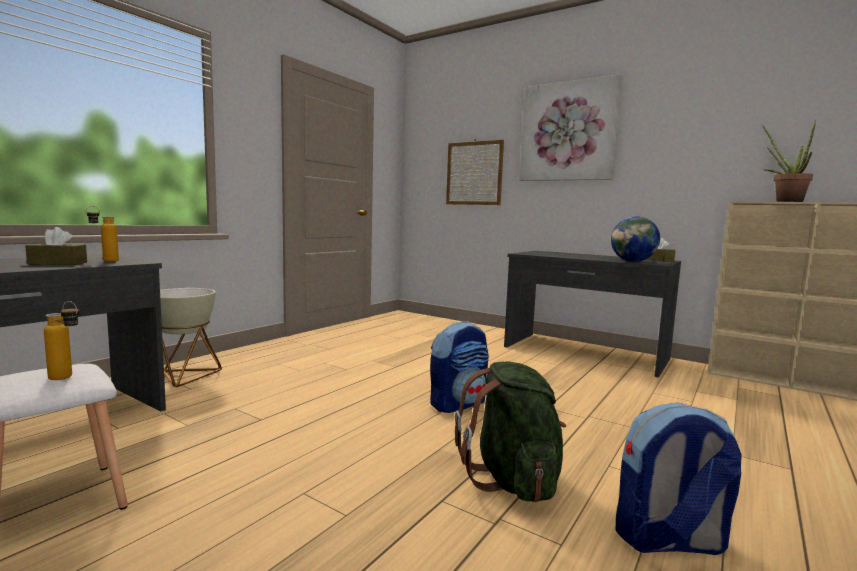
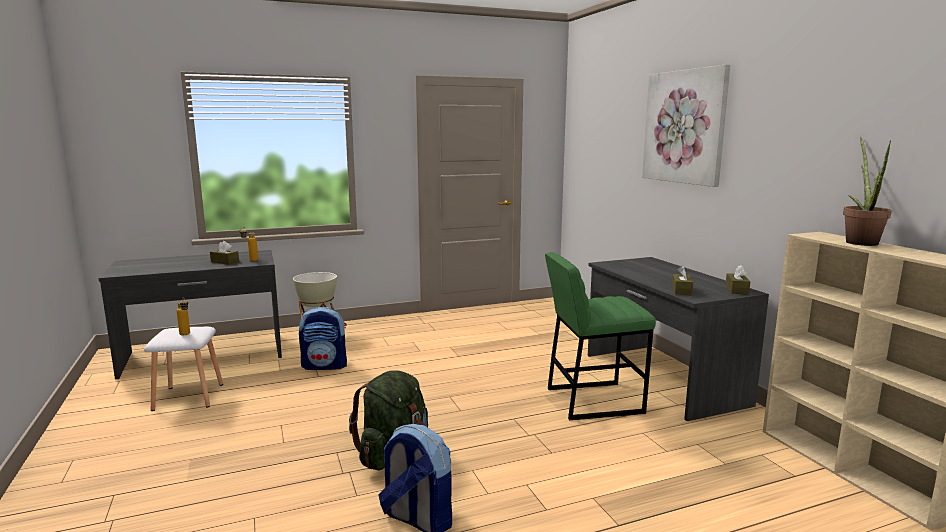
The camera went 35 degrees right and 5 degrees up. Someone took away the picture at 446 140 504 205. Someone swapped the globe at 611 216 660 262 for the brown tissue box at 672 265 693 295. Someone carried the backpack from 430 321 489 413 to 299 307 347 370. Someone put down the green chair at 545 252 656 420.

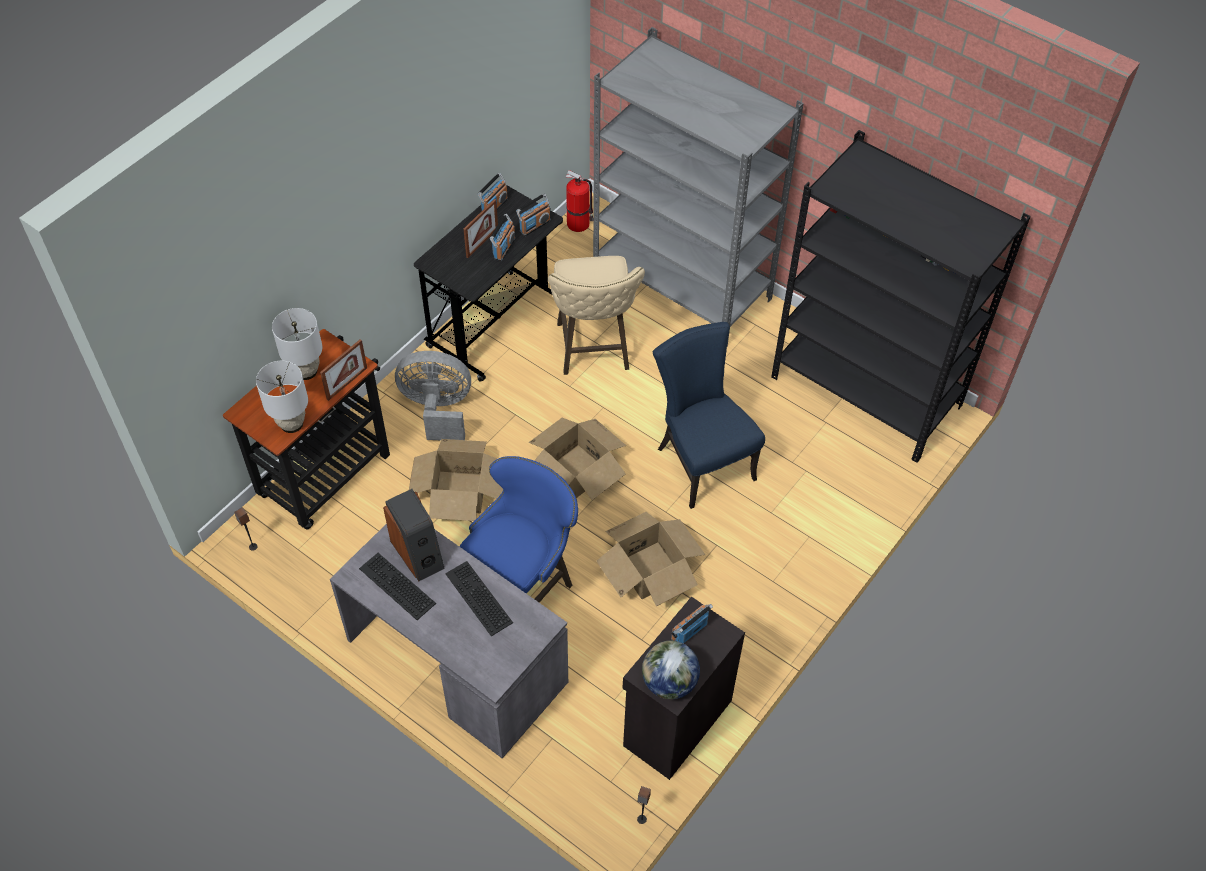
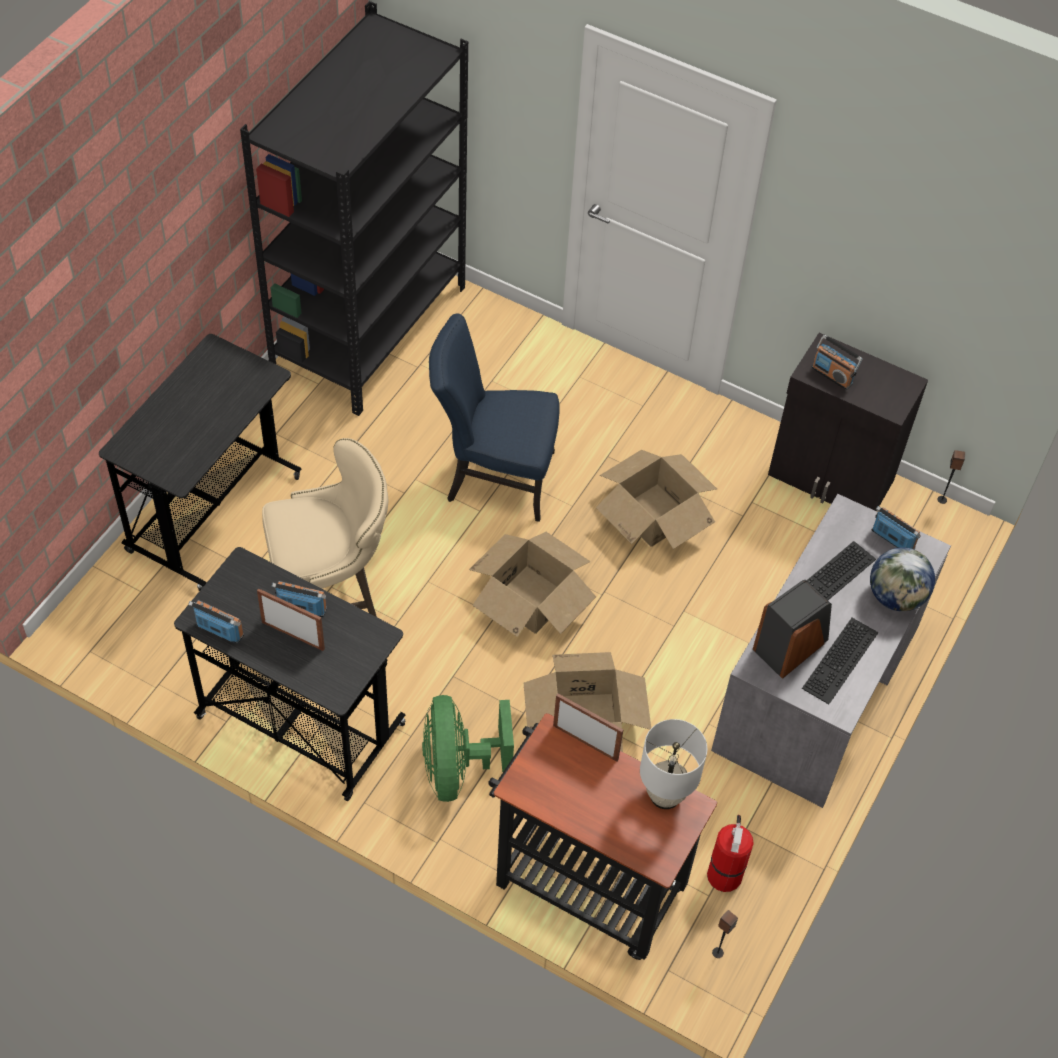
The camera went 100 degrees left and 0 degrees up. Someone swapped the grey bookcase at 593 27 804 347 for the black desk at 99 334 301 591. Someone carried the fire extinguisher from 565 170 593 232 to 707 815 754 892. Someone carried the radio from 516 194 551 236 to 872 506 921 549. Someone took away the white table lamp at 272 308 323 380. Someone rotated the blue chair at 653 322 765 509 by 45 degrees clockwise. Someone repainted the grey fan at 395 351 471 440, which became the green fan at 422 695 514 802. Someone took away the blue stool at 460 456 578 603. Someone carried the globe from 642 641 700 699 to 870 547 935 611.

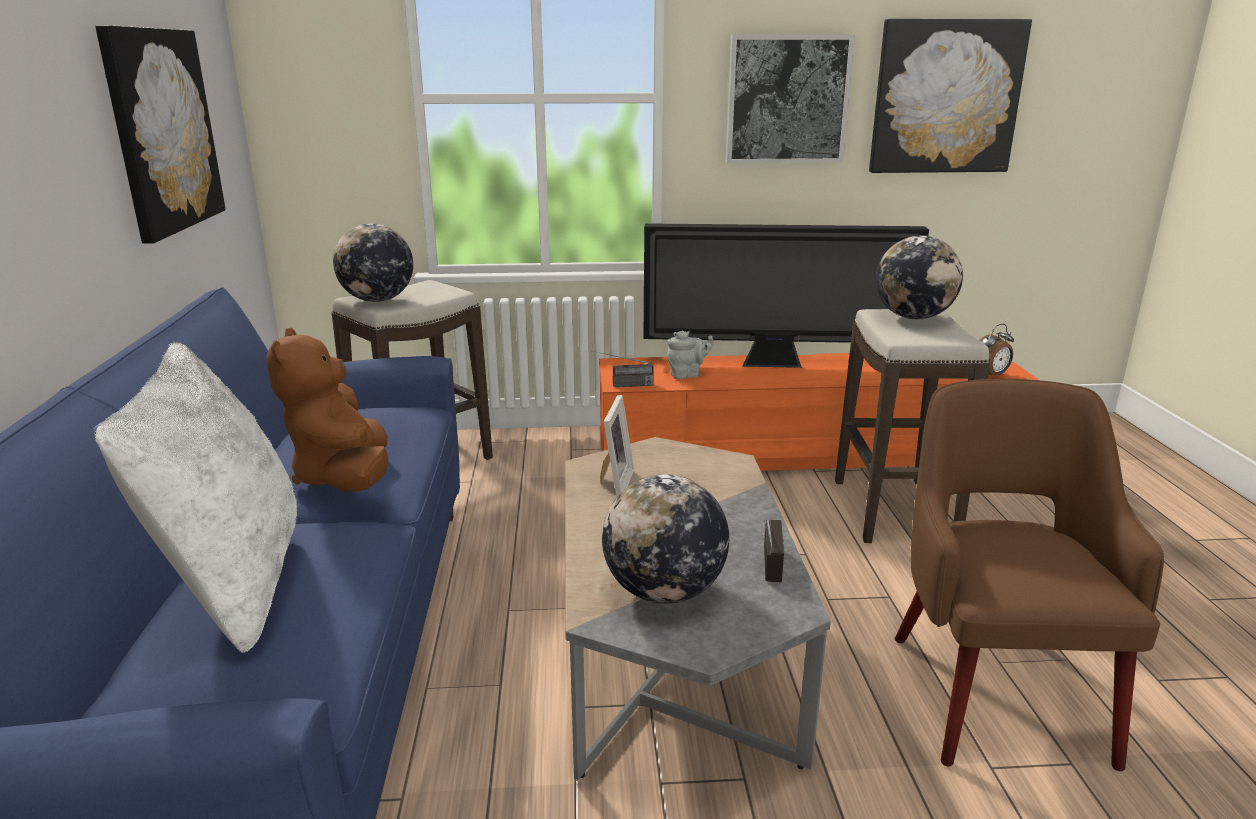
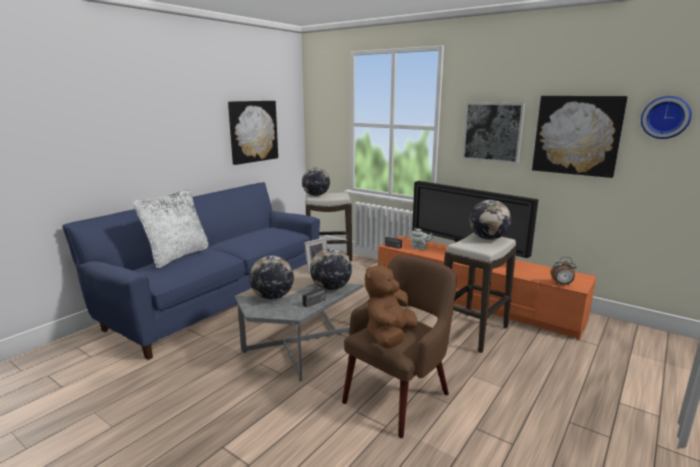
The camera went 40 degrees right and 5 degrees down. Someone carried the brown plush toy from 266 328 388 491 to 365 261 418 349. Someone put up the wall clock at 641 96 692 139. Someone put down the globe at 310 248 352 290.

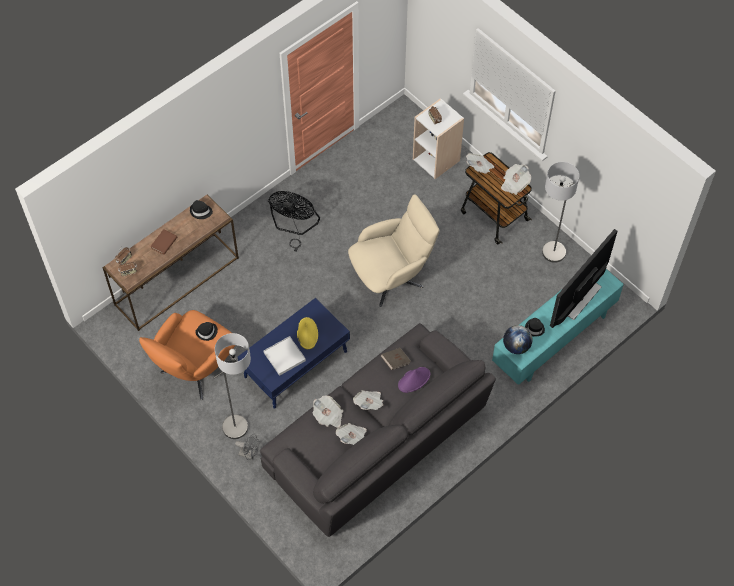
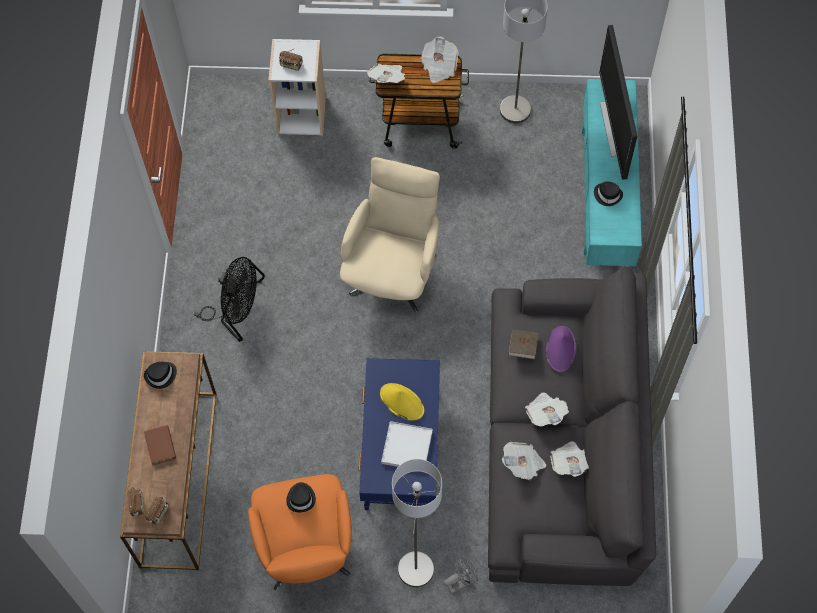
The camera went 45 degrees left and 5 degrees up. Someone rotated the black fan at 267 191 320 251 by 135 degrees clockwise. Someone took away the globe at 503 325 532 354.

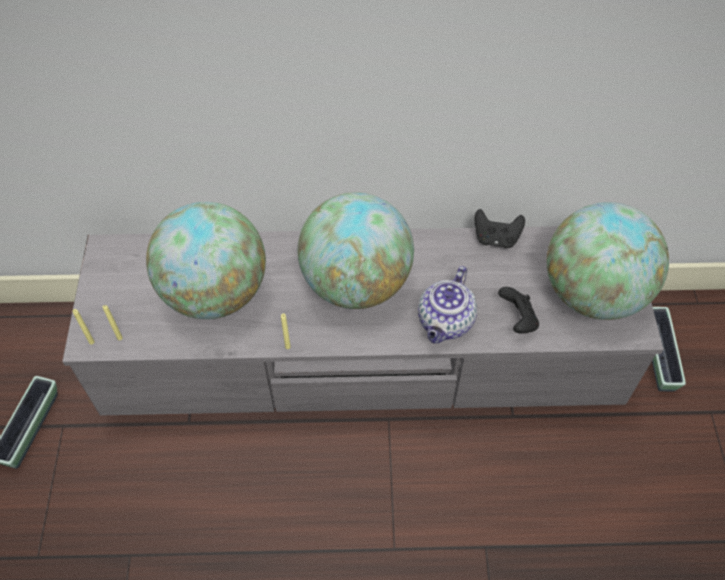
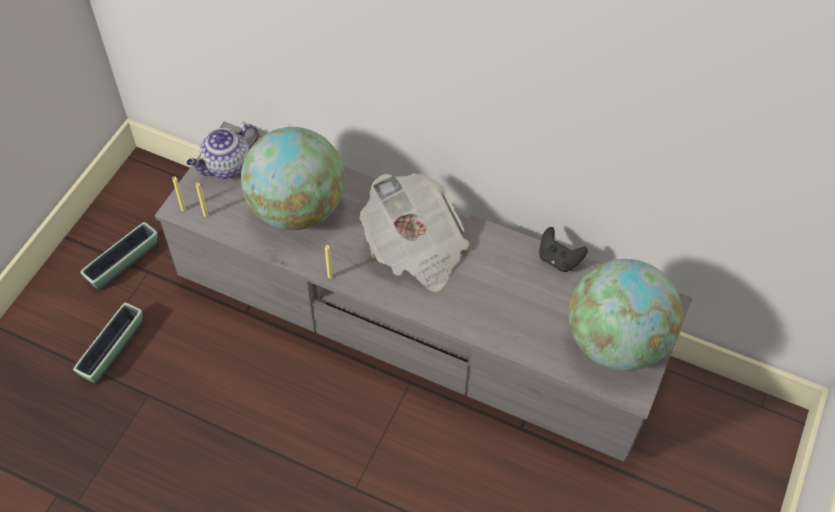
The camera went 25 degrees right and 0 degrees up. Someone swapped the globe at 298 192 414 309 for the newspaper at 360 173 469 292. Someone carried the teapot from 418 266 477 344 to 187 124 259 179. Someone took away the black game controller at 498 287 539 334. Someone carried the planter from 652 307 686 391 to 73 303 142 384.

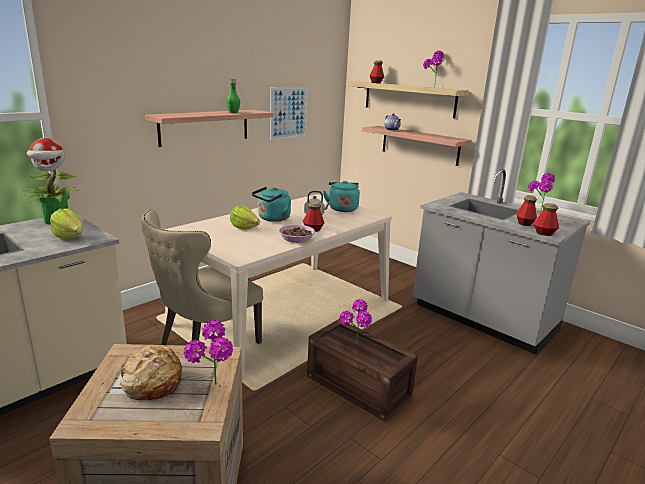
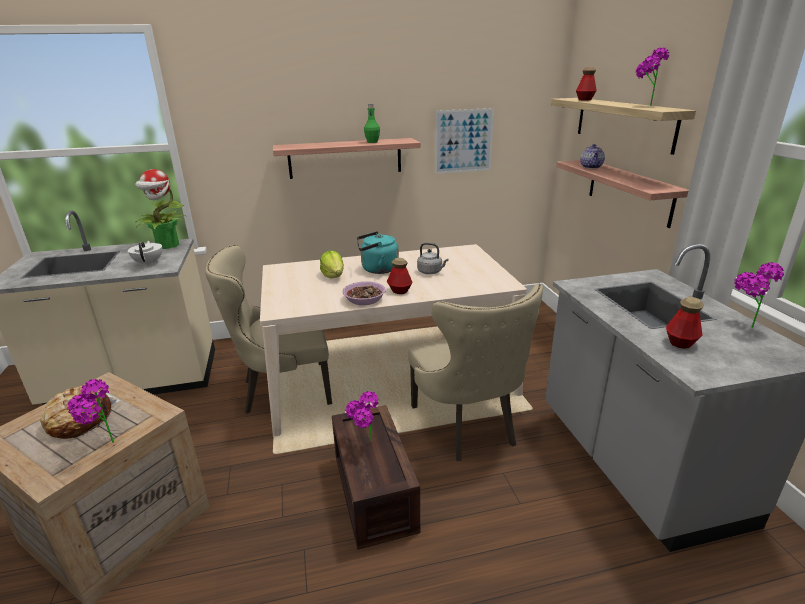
The camera went 35 degrees right and 5 degrees up. Someone took away the turquoise kettle at 323 181 360 212. Someone took away the bottle at 534 203 559 236. Someone swapped the lettuce at 50 209 83 239 for the white teapot at 128 241 162 266. Someone put down the beige chair at 408 284 543 461.

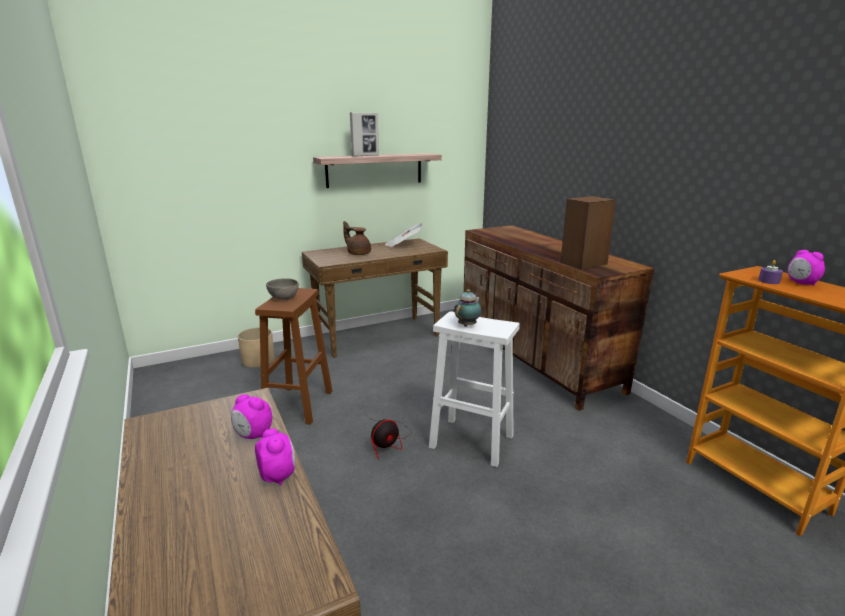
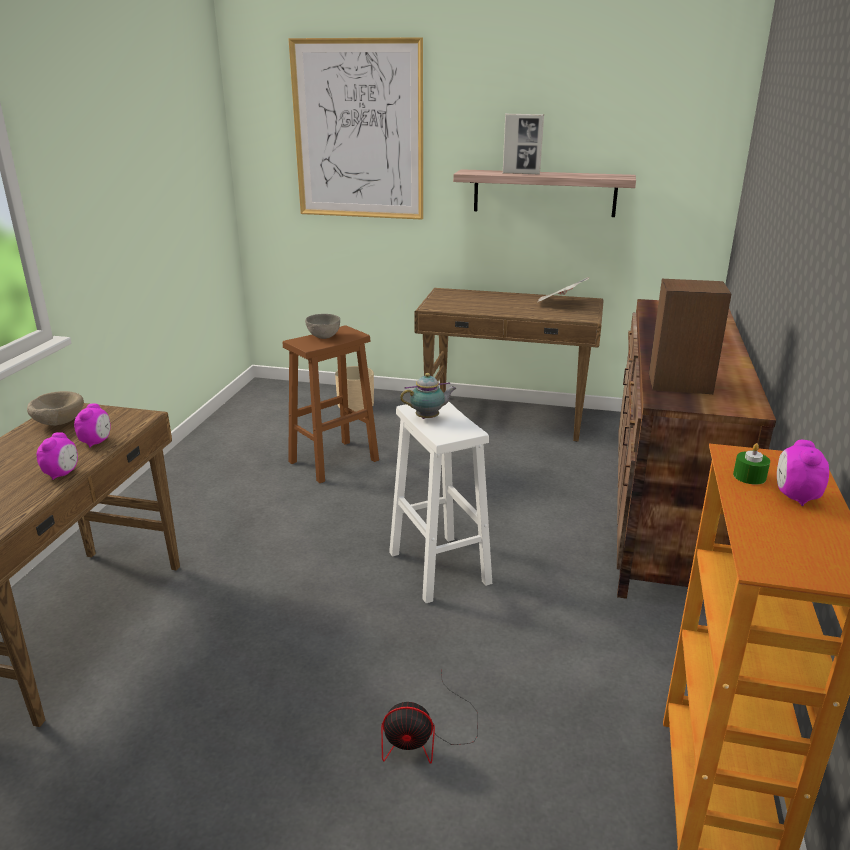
The camera went 40 degrees right and 5 degrees up. Someone took away the brown teapot at 343 221 371 255. Someone repainted the purple candle at 758 260 783 284, which became the green candle at 733 443 770 485. Someone rotated the alarm clock at 231 394 272 439 by 150 degrees counterclockwise. Someone carried the fan from 367 416 412 460 to 381 671 478 764. Someone put up the picture at 288 37 423 220. Someone put down the beige bowl at 27 391 84 426.

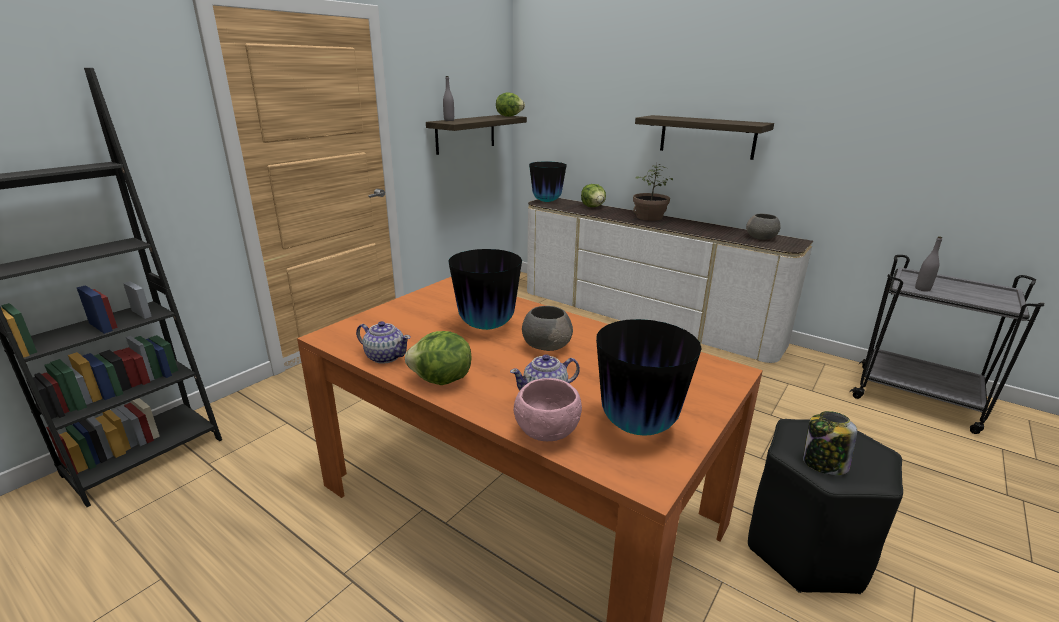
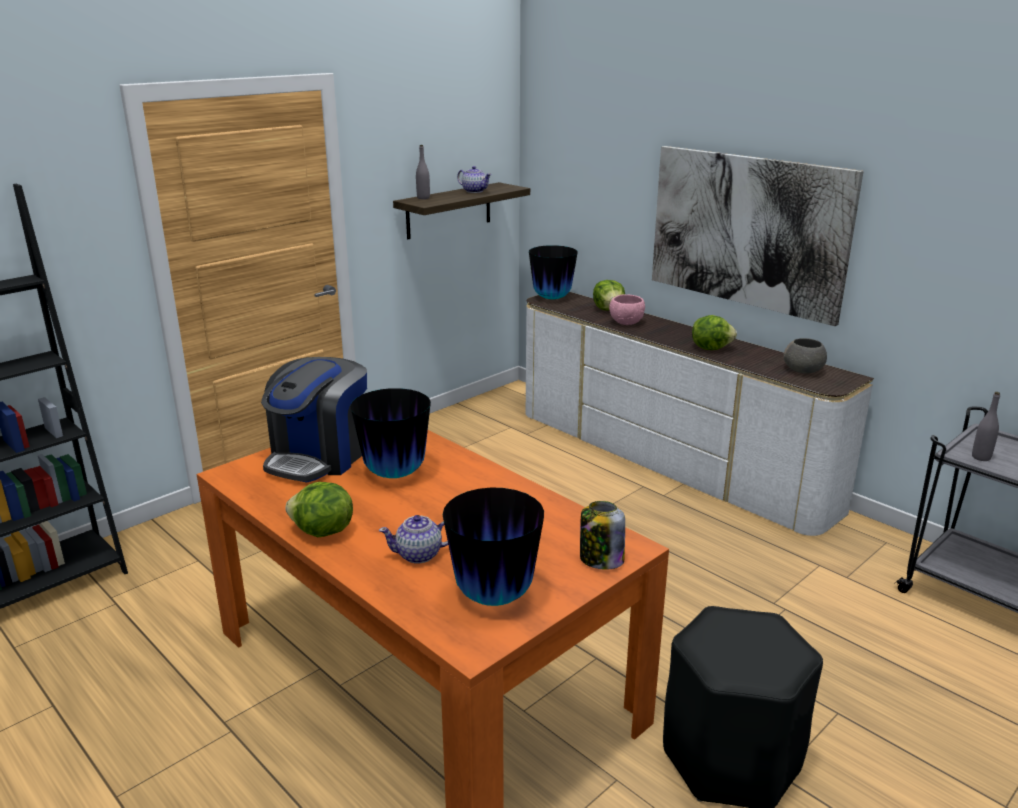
The camera went 10 degrees right and 0 degrees up. Someone carried the lettuce from 496 92 525 117 to 692 315 737 350. Someone swapped the shelf at 635 115 774 160 for the picture at 652 146 864 326. Someone took away the potted plant at 633 163 673 221. Someone took away the grey bowl at 522 306 573 351. Someone carried the teapot from 356 321 411 364 to 457 166 492 193. Someone carried the pink bowl from 514 378 582 441 to 609 295 645 325. Someone carried the jar from 803 411 857 475 to 580 501 625 570. Someone put down the coffee machine at 261 357 367 483.

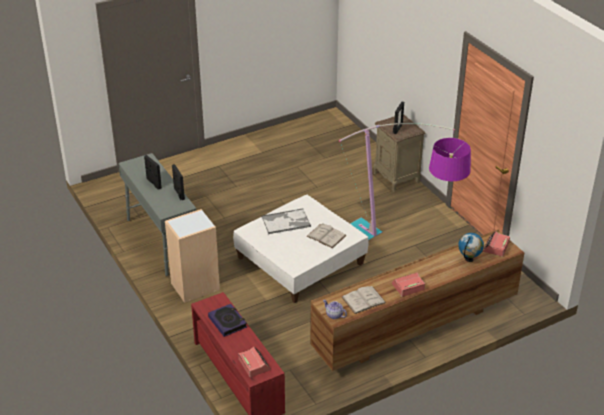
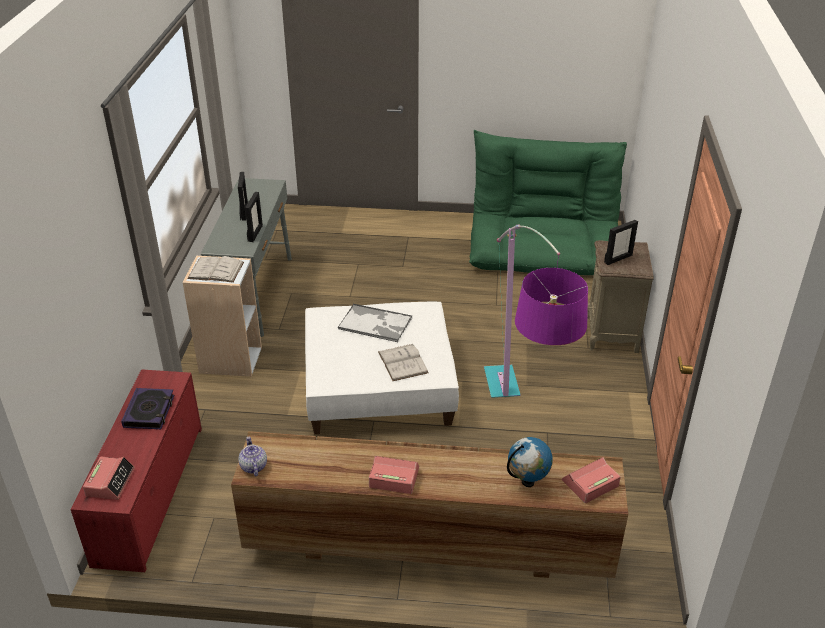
The camera went 35 degrees right and 0 degrees up. Someone carried the white book from 342 286 386 314 to 187 256 244 283. Someone put down the green sofa at 469 130 627 275.

